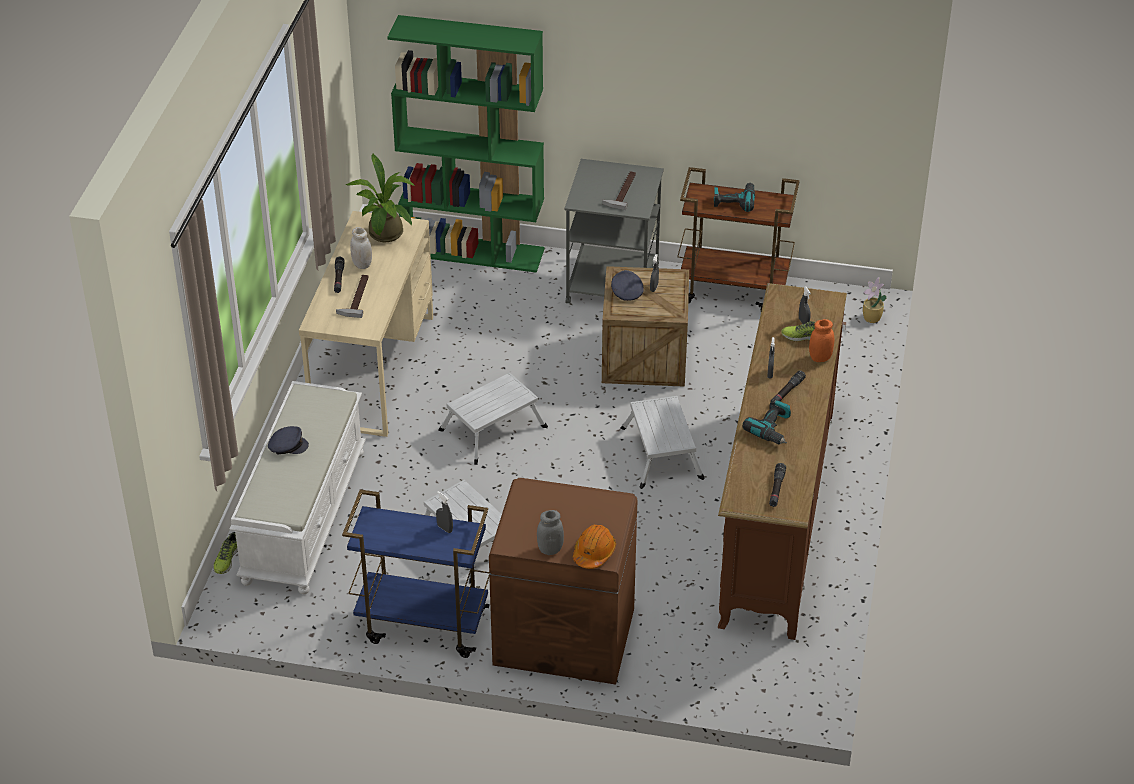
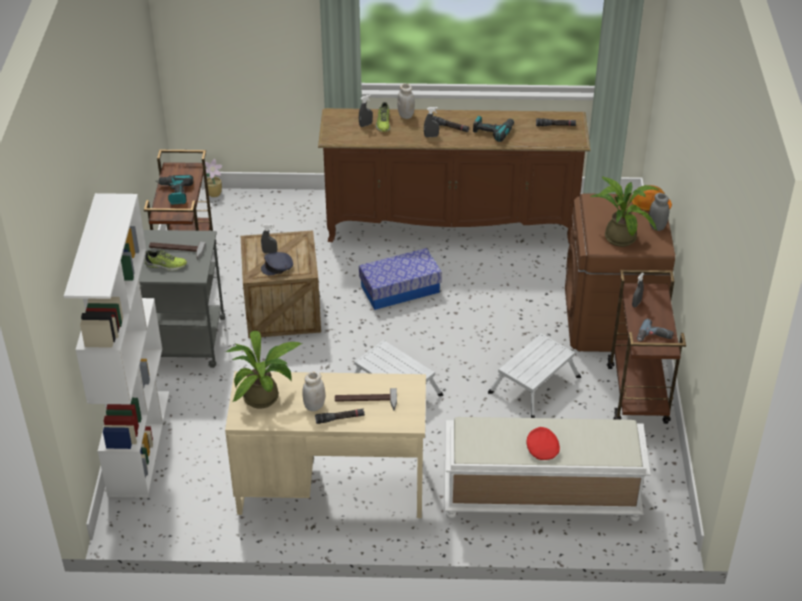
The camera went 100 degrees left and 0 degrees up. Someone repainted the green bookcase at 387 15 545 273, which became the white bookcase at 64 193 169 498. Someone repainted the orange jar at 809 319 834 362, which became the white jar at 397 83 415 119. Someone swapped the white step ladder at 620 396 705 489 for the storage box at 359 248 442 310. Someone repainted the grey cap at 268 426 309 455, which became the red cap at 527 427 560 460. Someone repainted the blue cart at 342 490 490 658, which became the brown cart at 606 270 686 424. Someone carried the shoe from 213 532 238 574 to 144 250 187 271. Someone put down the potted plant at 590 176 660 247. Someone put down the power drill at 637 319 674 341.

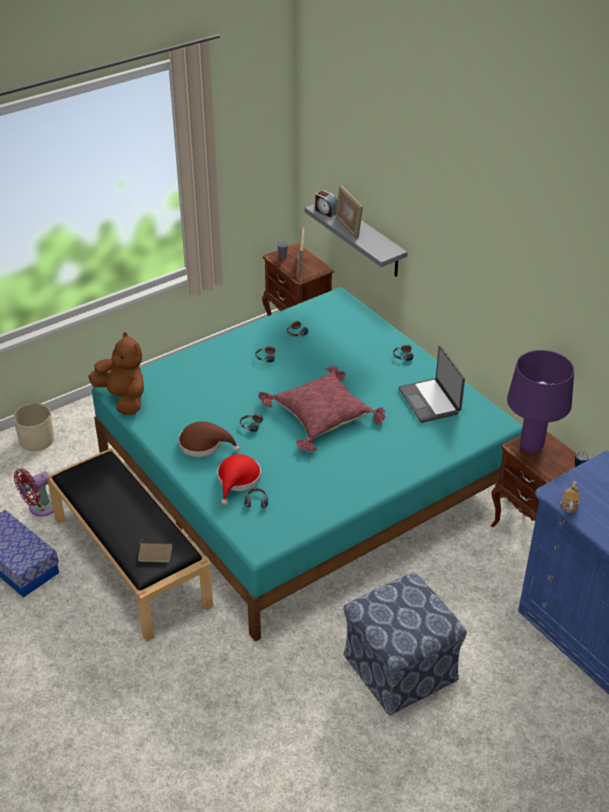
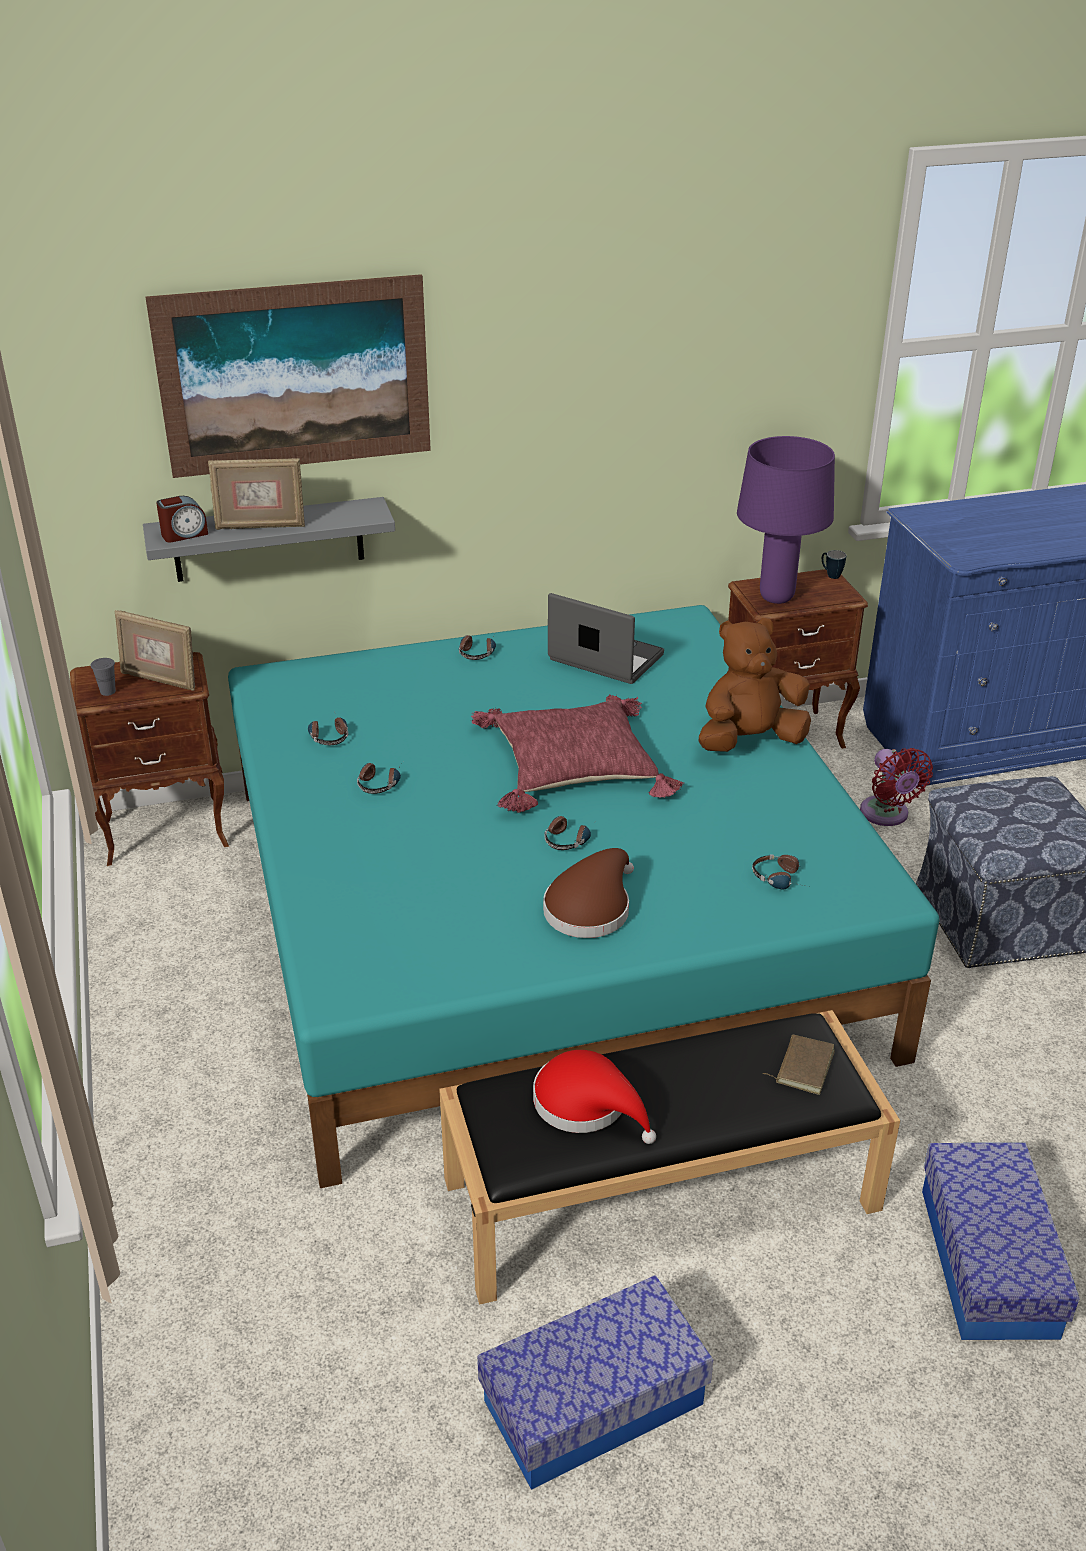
The camera went 70 degrees left and 5 degrees down. Someone carried the brown plush toy from 88 332 144 415 to 699 618 811 752. Someone rotated the laptop at 398 345 465 423 by 150 degrees counterclockwise. Someone took away the beige planter at 13 403 54 451. Someone carried the red hat from 217 454 261 505 to 533 1050 656 1144. Someone carried the red fan from 14 469 54 517 to 860 748 933 826. Someone took away the teapot at 560 481 580 513. Someone put up the picture at 145 274 431 478. Someone put down the storage box at 922 1143 1080 1340.

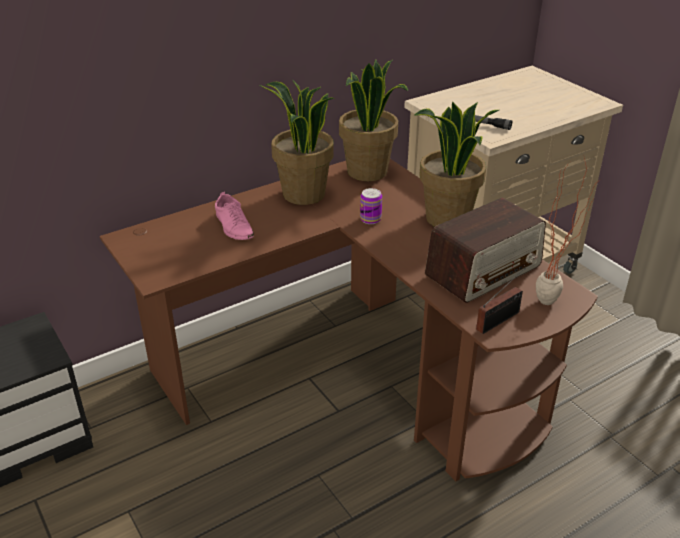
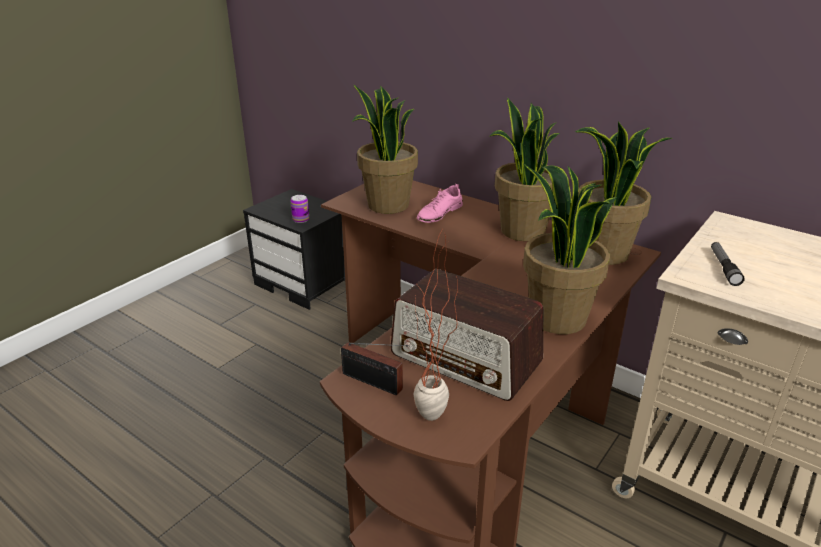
The camera went 70 degrees right and 5 degrees down. Someone carried the can from 360 188 382 224 to 291 195 309 223. Someone put down the potted plant at 352 84 418 214.

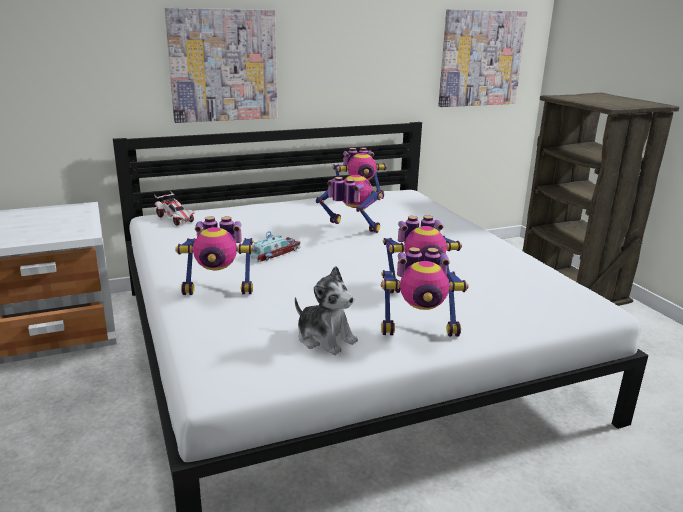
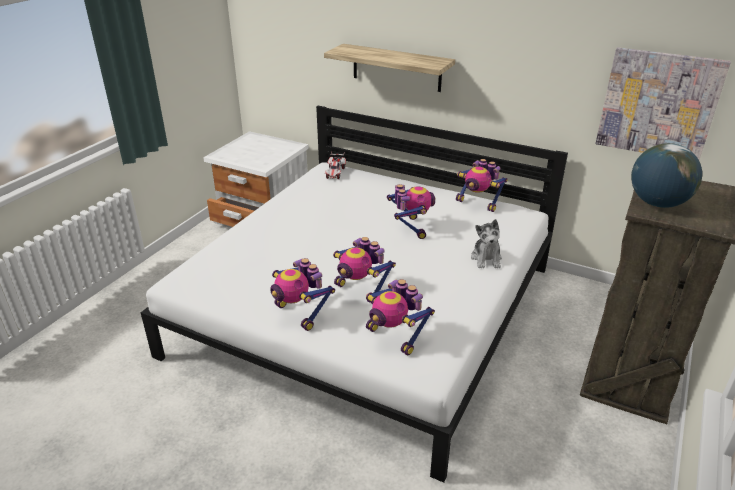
The camera went 50 degrees right and 10 degrees up. Someone swapped the picture at 165 8 277 123 for the shelf at 324 44 455 92. Someone carried the toy robot from 175 216 254 295 to 366 279 435 355. Someone took away the toy car at 250 231 301 262. Someone carried the plush toy from 295 266 358 355 to 471 219 502 268. Someone put down the globe at 631 143 702 208.

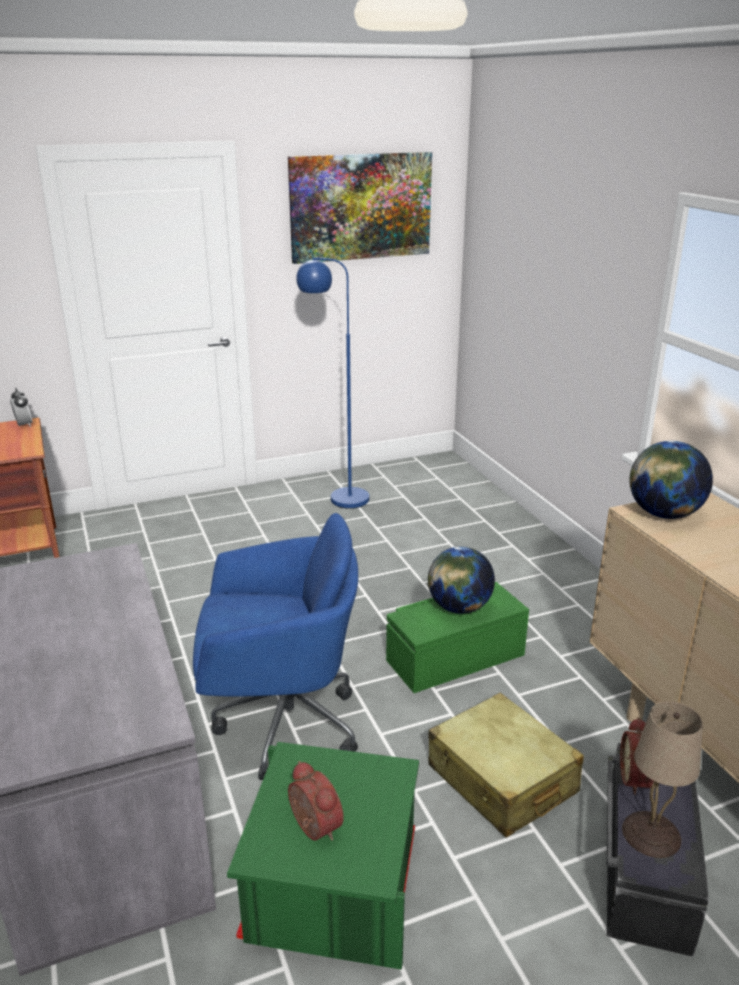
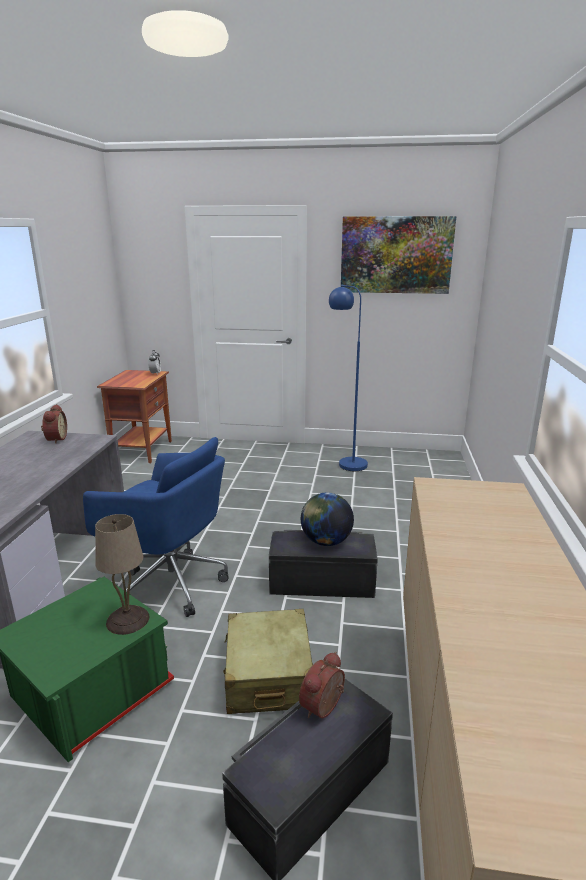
The camera went 30 degrees right and 5 degrees down. Someone took away the globe at 630 441 713 519. Someone repainted the green storage box at 386 582 529 693, which became the black storage box at 269 530 378 598. Someone carried the beige table lamp from 622 701 703 858 to 95 514 149 635. Someone carried the alarm clock from 288 761 344 841 to 41 404 67 444.

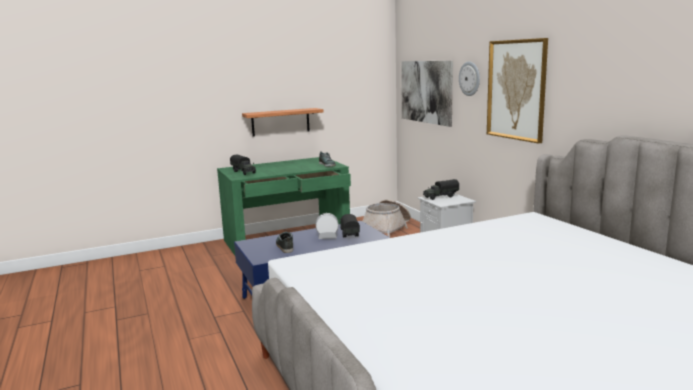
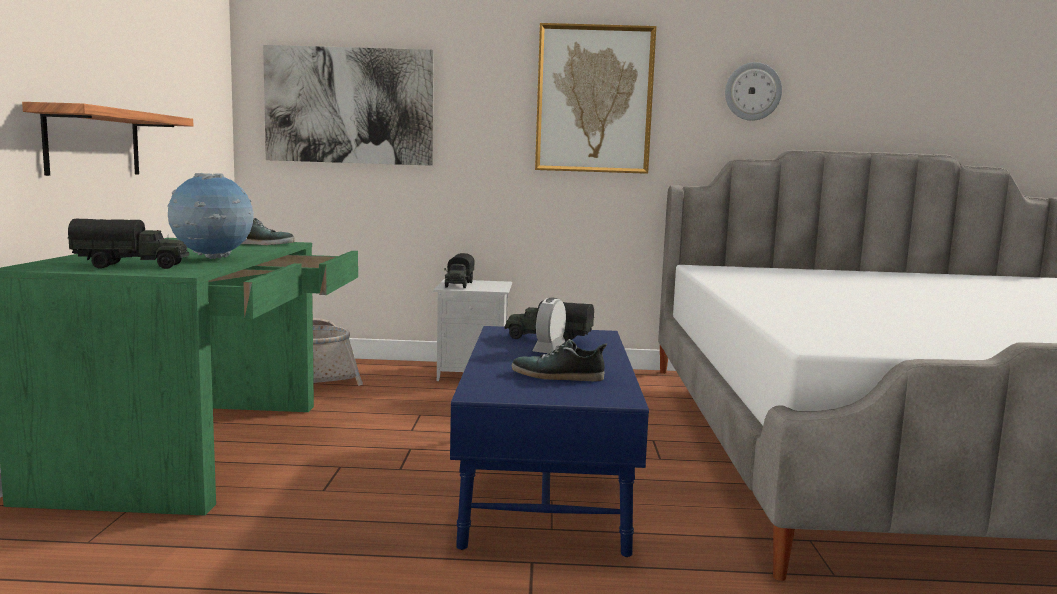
The camera went 65 degrees left and 5 degrees down. Someone carried the wall clock from 459 61 480 96 to 725 62 782 121. Someone put down the globe at 167 173 254 259.

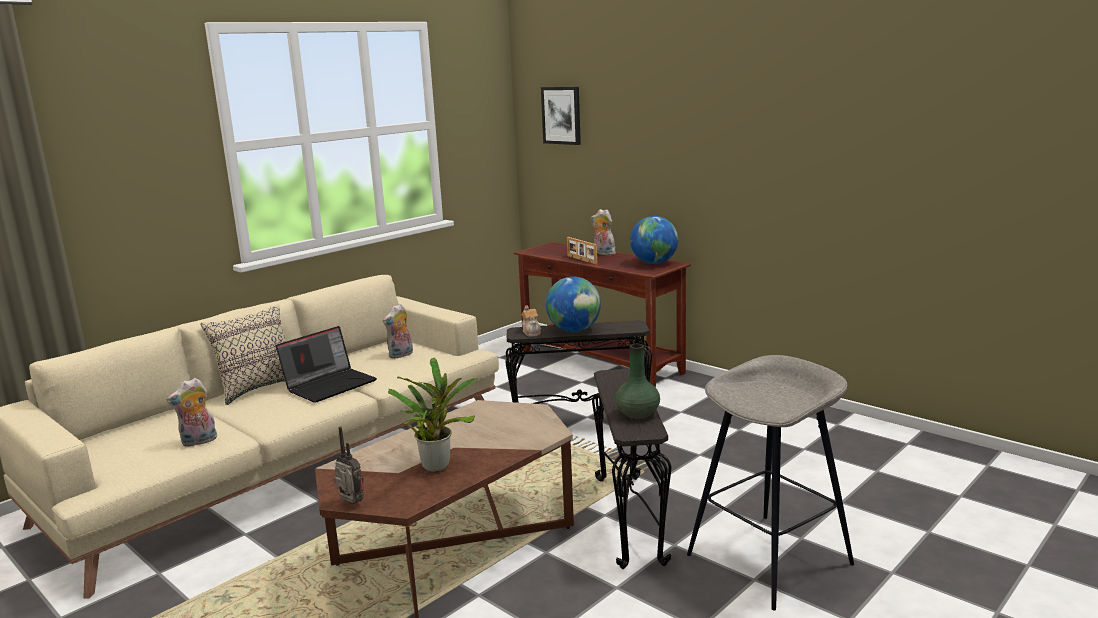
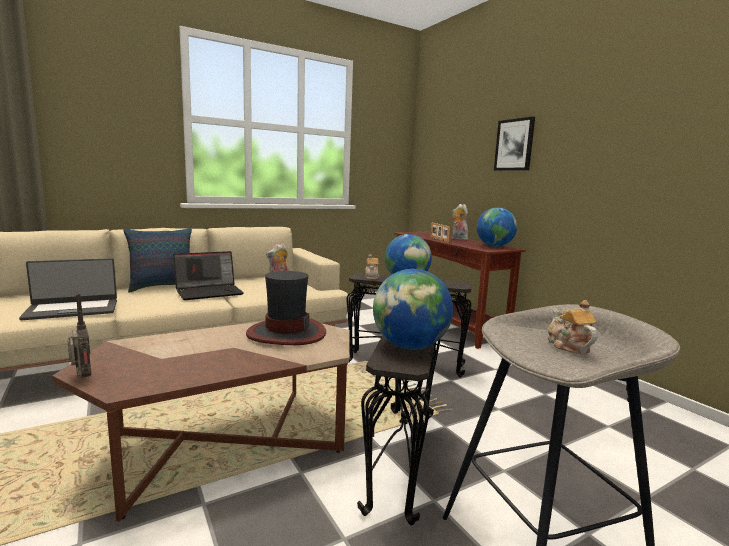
The camera went 15 degrees right and 5 degrees down. Someone carried the picture from 541 87 581 145 to 494 117 535 171. Someone repainted the beige pillow at 200 304 286 405, which became the blue pillow at 123 228 192 293. Someone swapped the green vase at 615 344 660 419 for the globe at 373 269 453 349. Someone took away the potted plant at 388 358 477 472. Someone swapped the plush toy at 166 378 217 447 for the laptop at 19 258 117 320. Someone put down the hat at 246 271 326 345. Someone put down the teapot at 547 300 598 354.

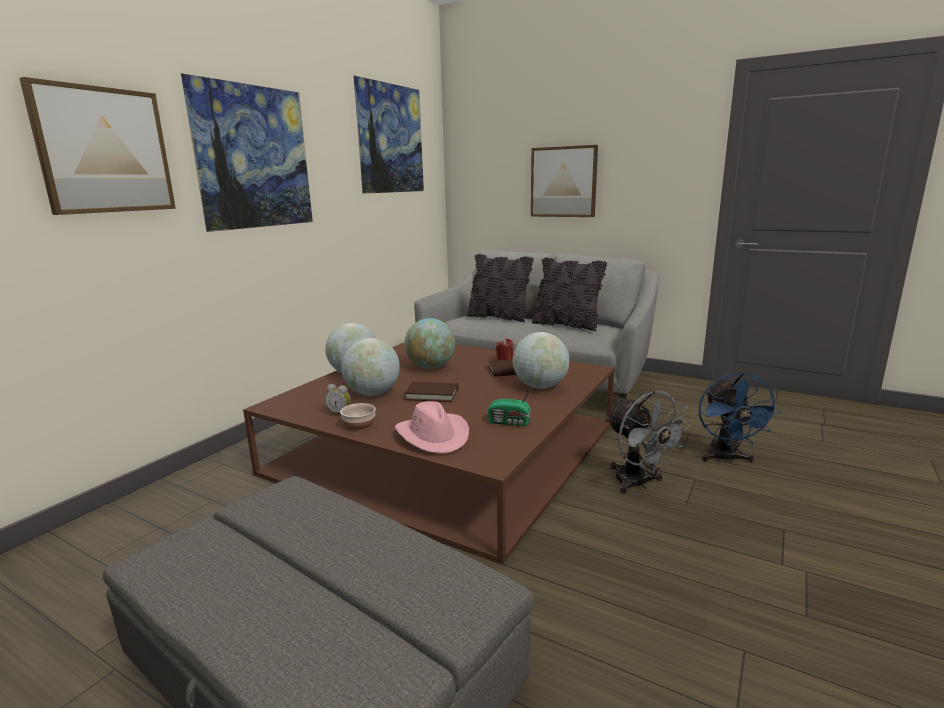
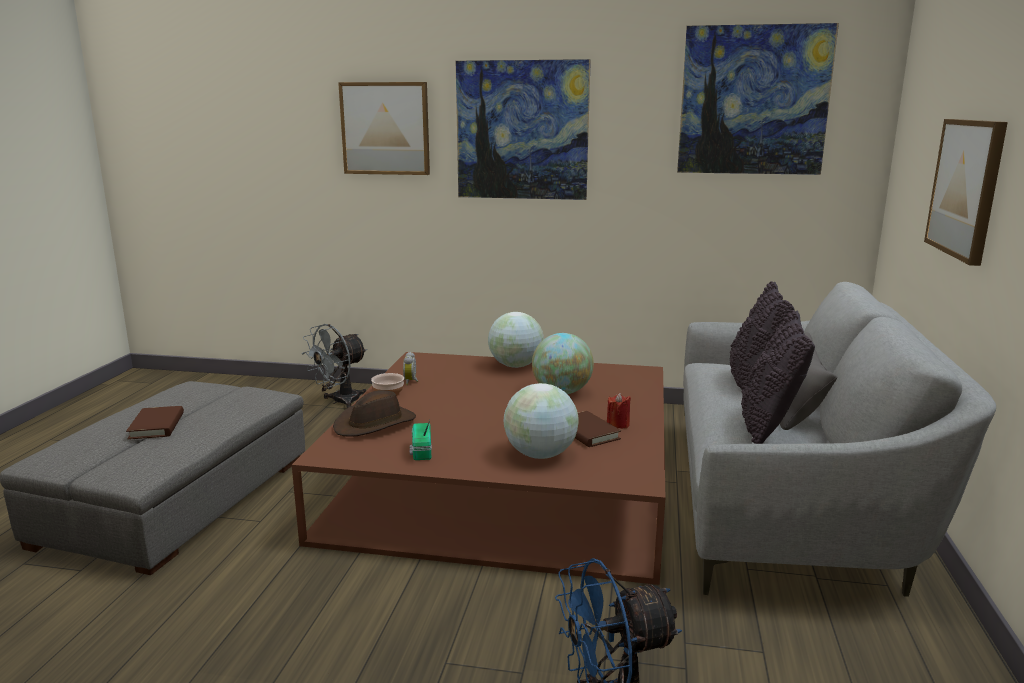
The camera went 70 degrees right and 0 degrees up. Someone took away the globe at 341 338 400 396. Someone carried the brown book from 404 382 458 402 to 126 406 184 440. Someone carried the grey fan from 607 390 691 494 to 302 324 367 408. Someone repainted the pink hat at 395 401 469 453, which became the brown hat at 333 390 416 437.

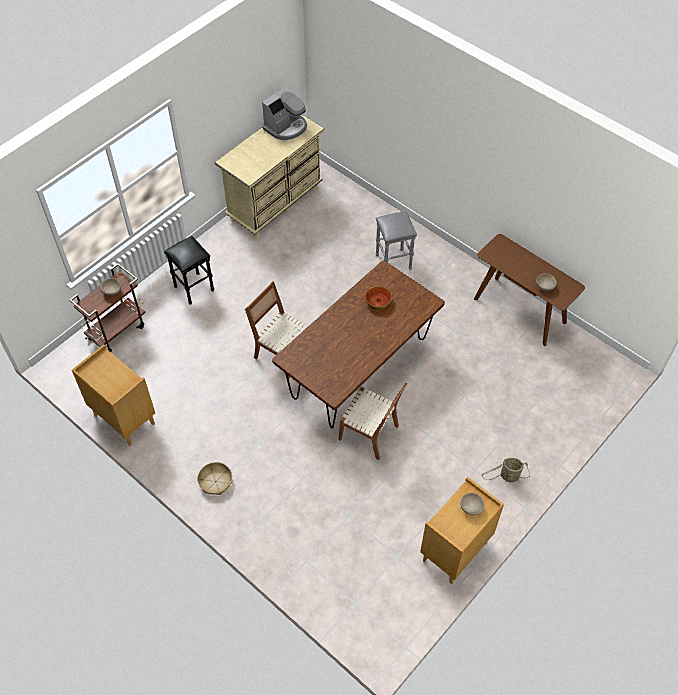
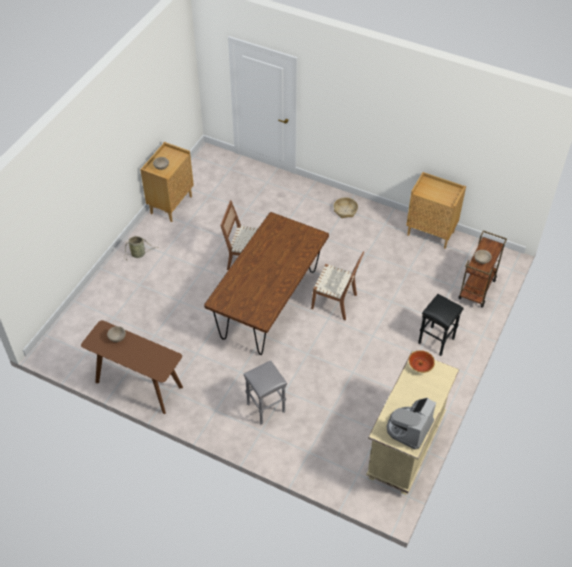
The camera went 165 degrees right and 5 degrees down. Someone carried the bowl from 365 286 392 311 to 409 350 435 373.

